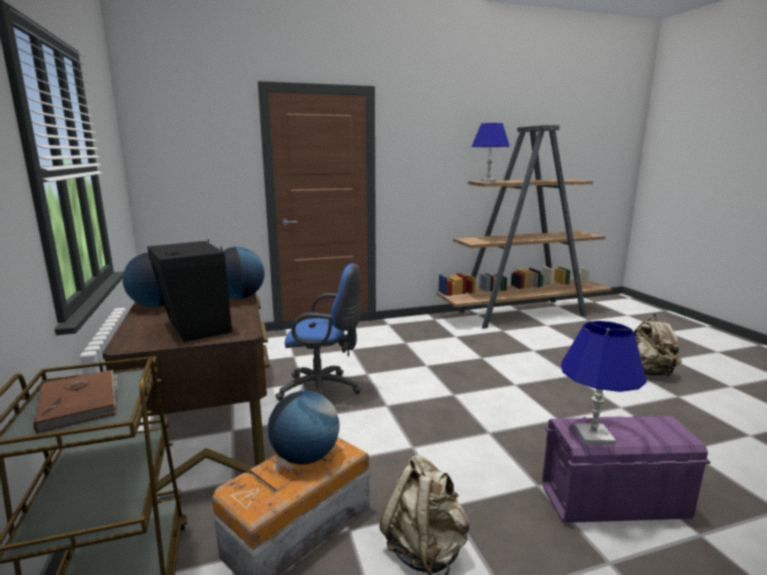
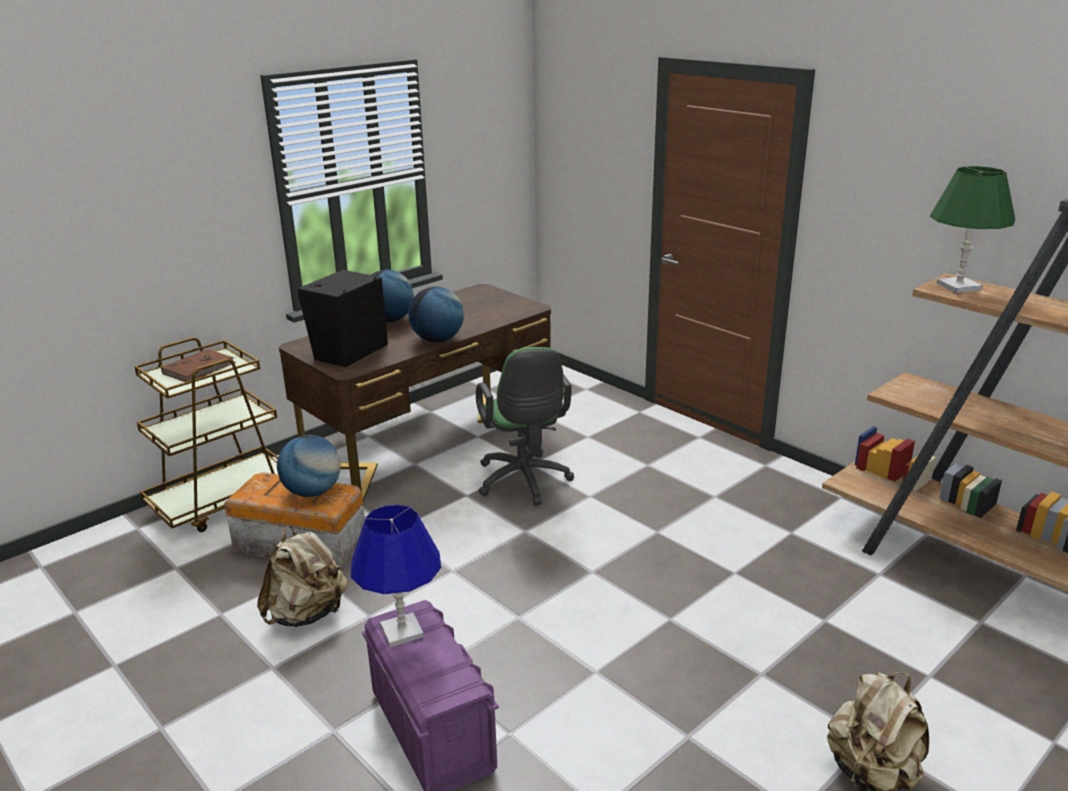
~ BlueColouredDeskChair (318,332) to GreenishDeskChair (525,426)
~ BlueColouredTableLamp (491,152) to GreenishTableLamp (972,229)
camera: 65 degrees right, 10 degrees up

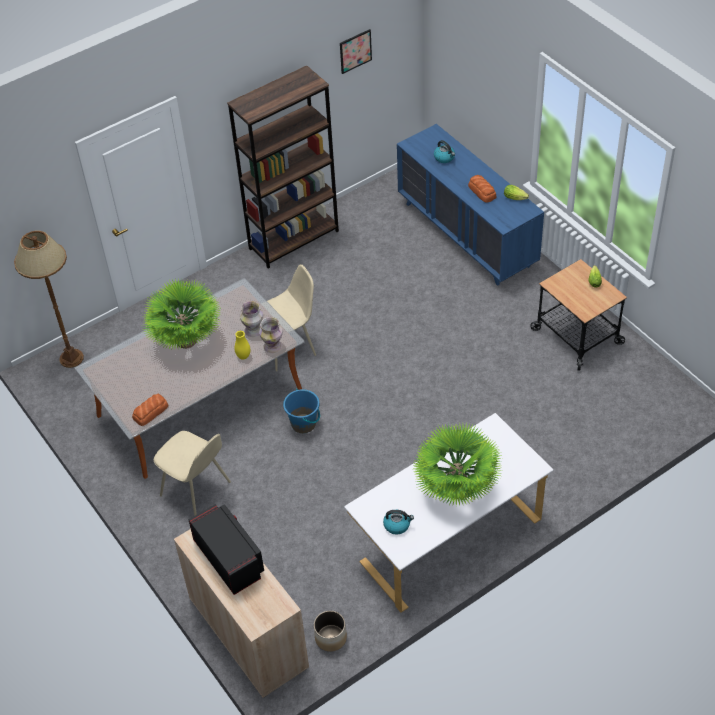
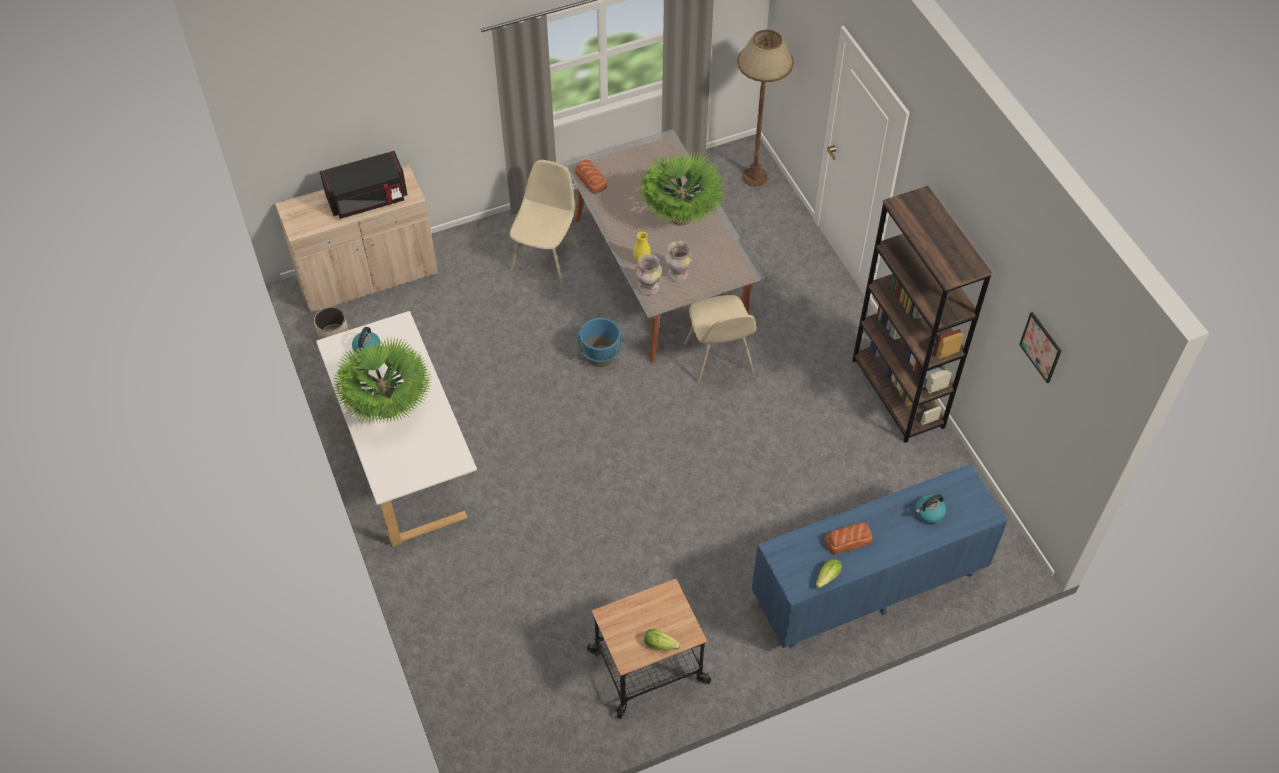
~ BeigeUprightChair (192,473) = (544,222) 150 degrees clockwise
camera: 100 degrees right, 5 degrees up

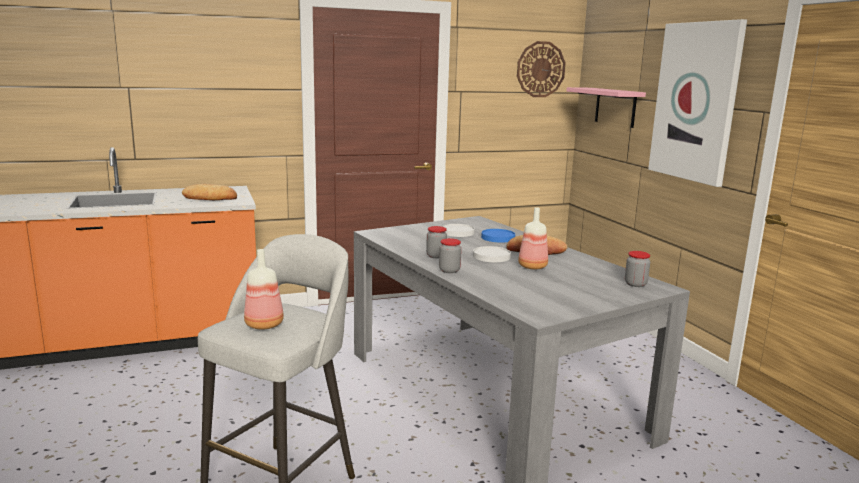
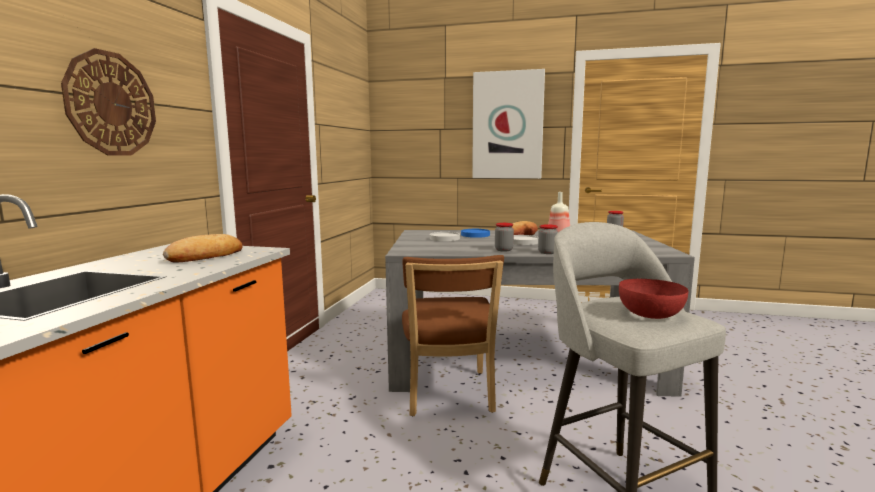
~ DrinkBottle (264,289) to RedColouredBowl (653,299)
~ HangingClock (541,69) to (108,101)
- PinkShelf (606,107)
+ BrownishUprightChair (453,335)
camera: 55 degrees left, 5 degrees down

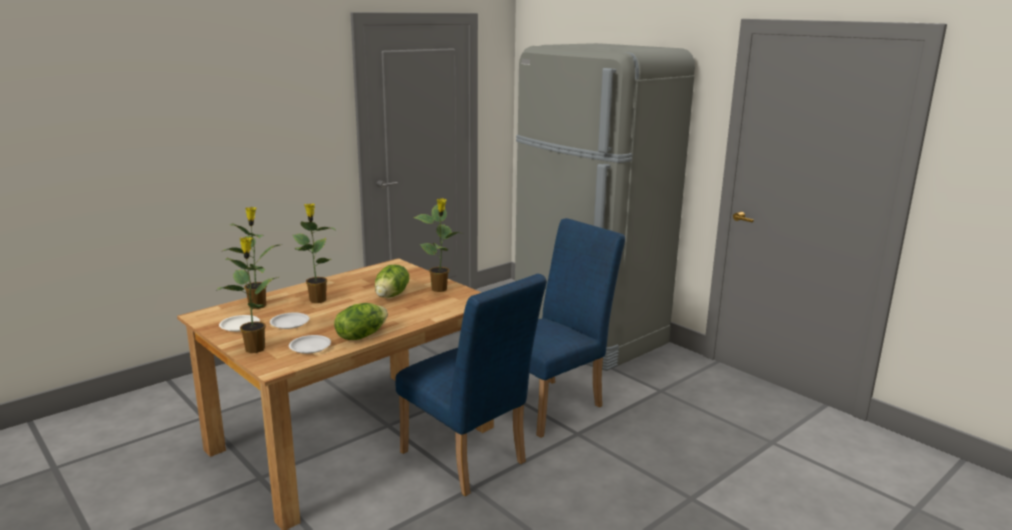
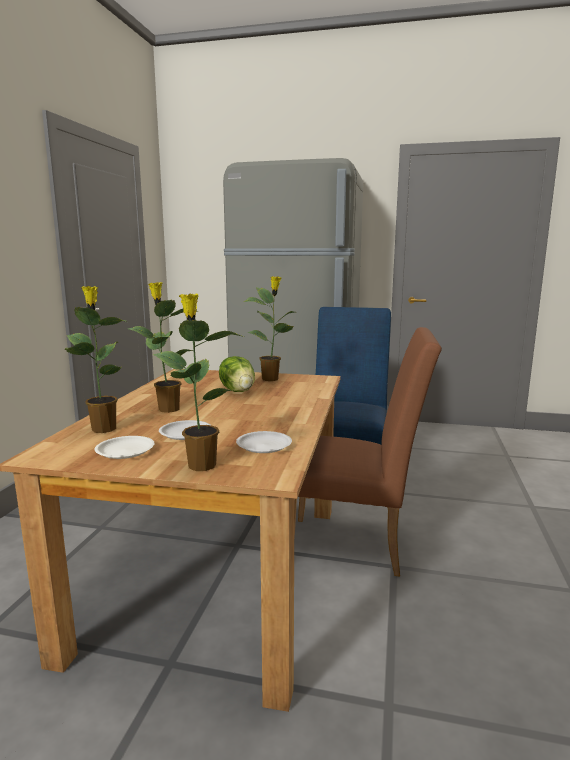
- LettuceHead (361,321)
~ BlueColouredUprightChair (471,385) to BrownishUprightChair (368,452)
camera: 35 degrees left, 5 degrees down

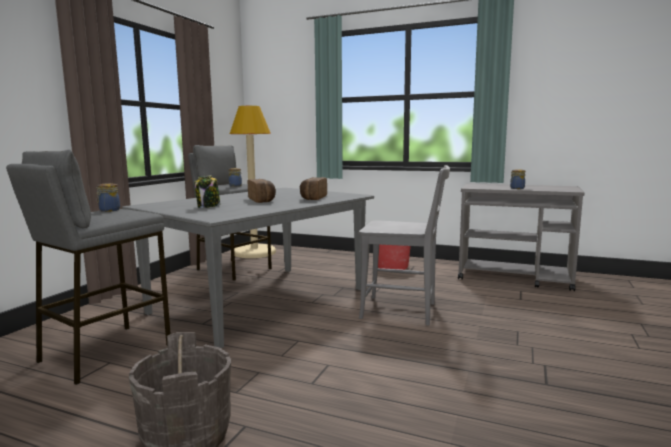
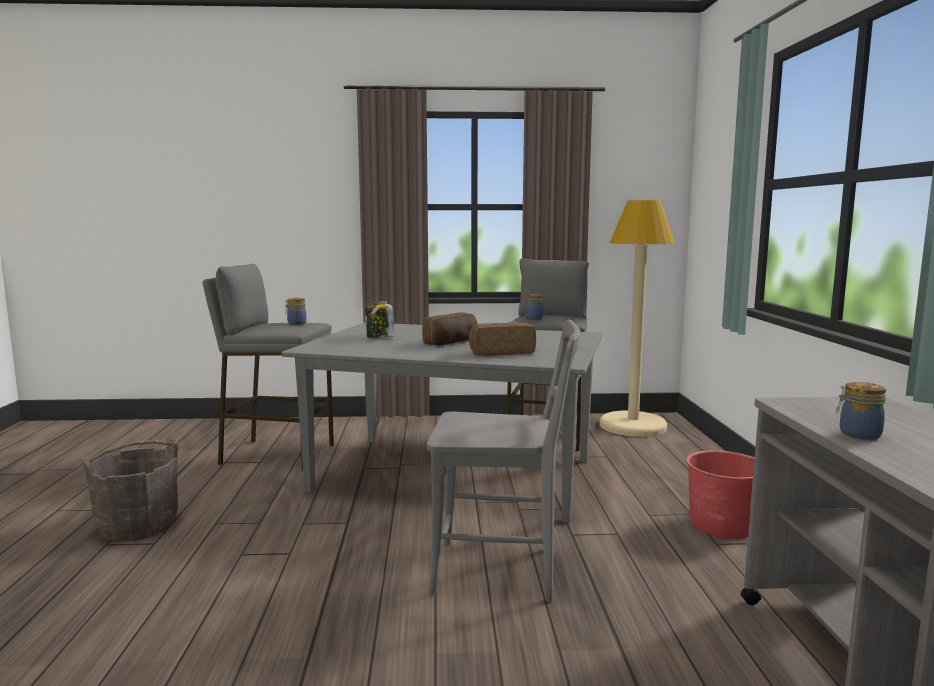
~ GrayUprightChair (404,245) = (503,461) 75 degrees counterclockwise
camera: 65 degrees right, 0 degrees up

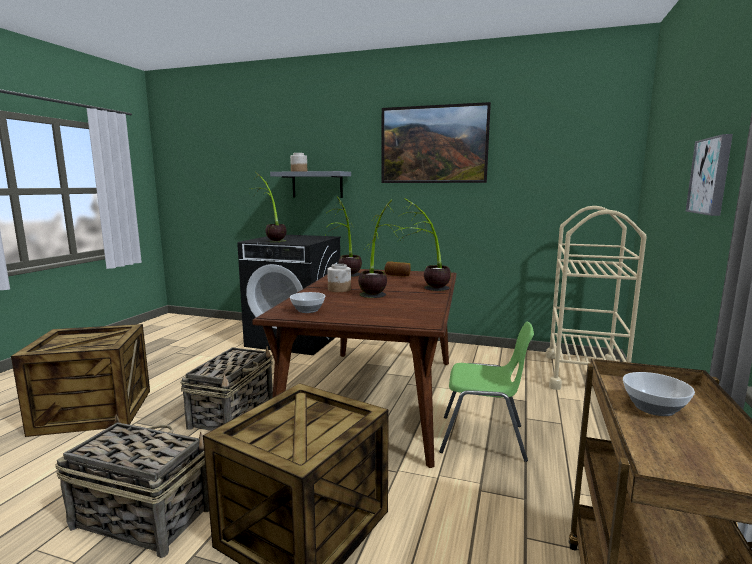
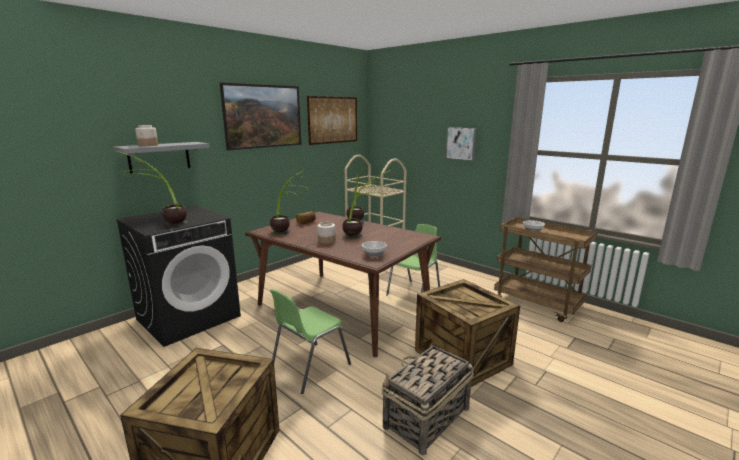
~ StorageBasket (226,388) to GreenishUprightChair (310,341)
+ WallPicture (332,120)
camera: 65 degrees left, 5 degrees up

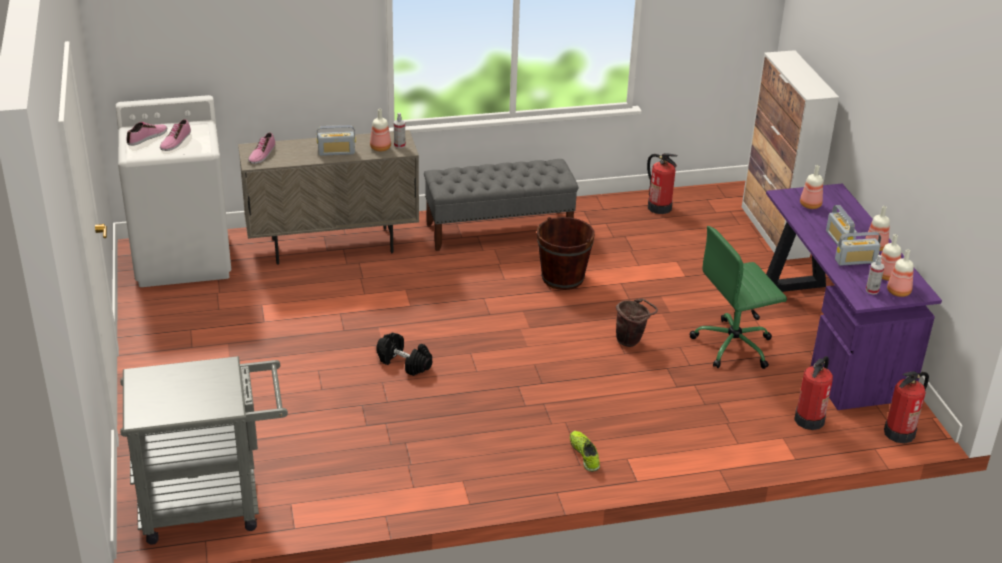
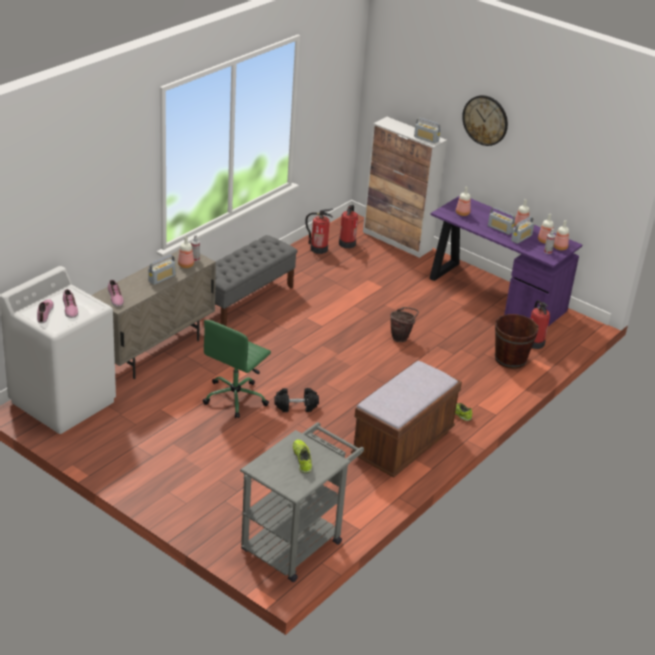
~ BrownishWaterBucket (566,253) to (517,341)
~ GreenishDeskChair (738,297) to (236,369)
~ FireExtinguisher (906,407) to (348,226)
+ Shoe (302,456)
+ BrownishBench (406,419)
+ RadioSet (427,131)
+ HangingClock (485,120)
camera: 40 degrees left, 0 degrees up

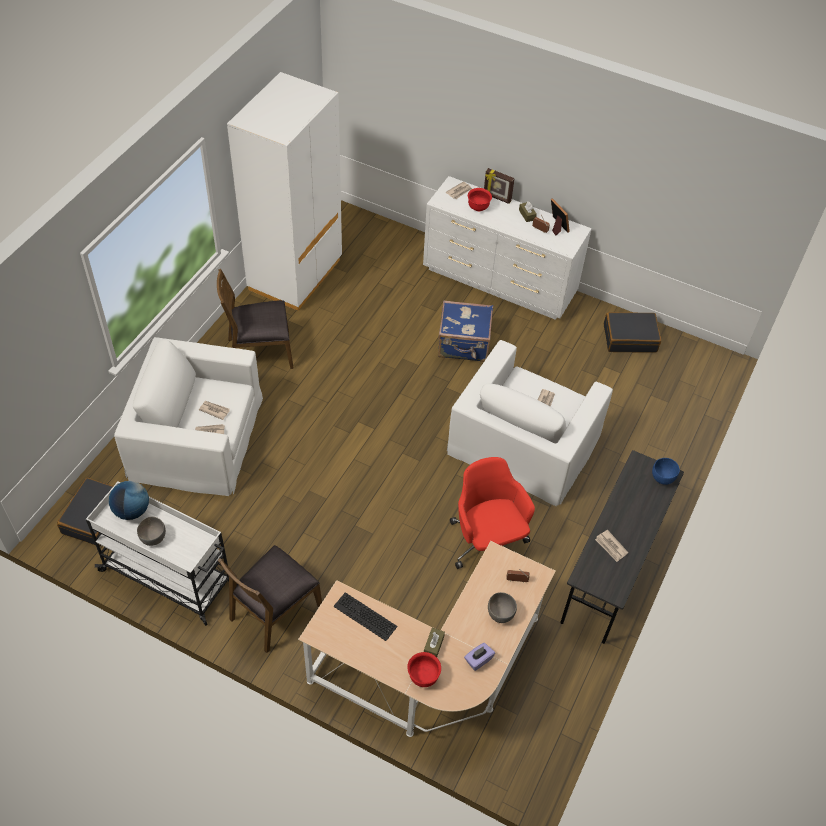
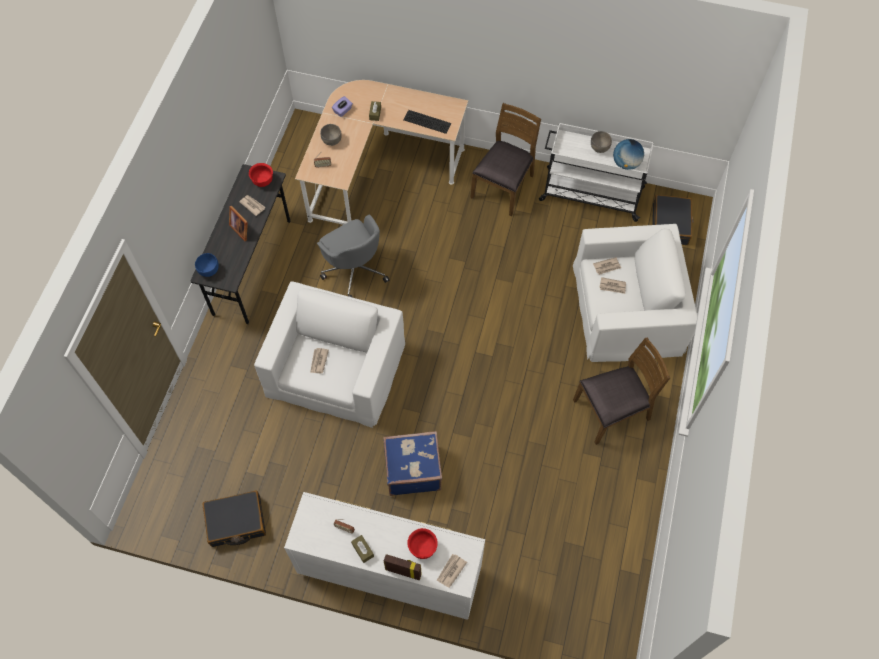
- WhiteClothesCupboard (284,191)
~ RedColouredBowl (424,669) to (261,175)
~ RedColouredDeskChair (492,513) to GrayDeskChair (353,256)
~ PictureFrame (560,217) to (238,223)
camera: 170 degrees right, 10 degrees up

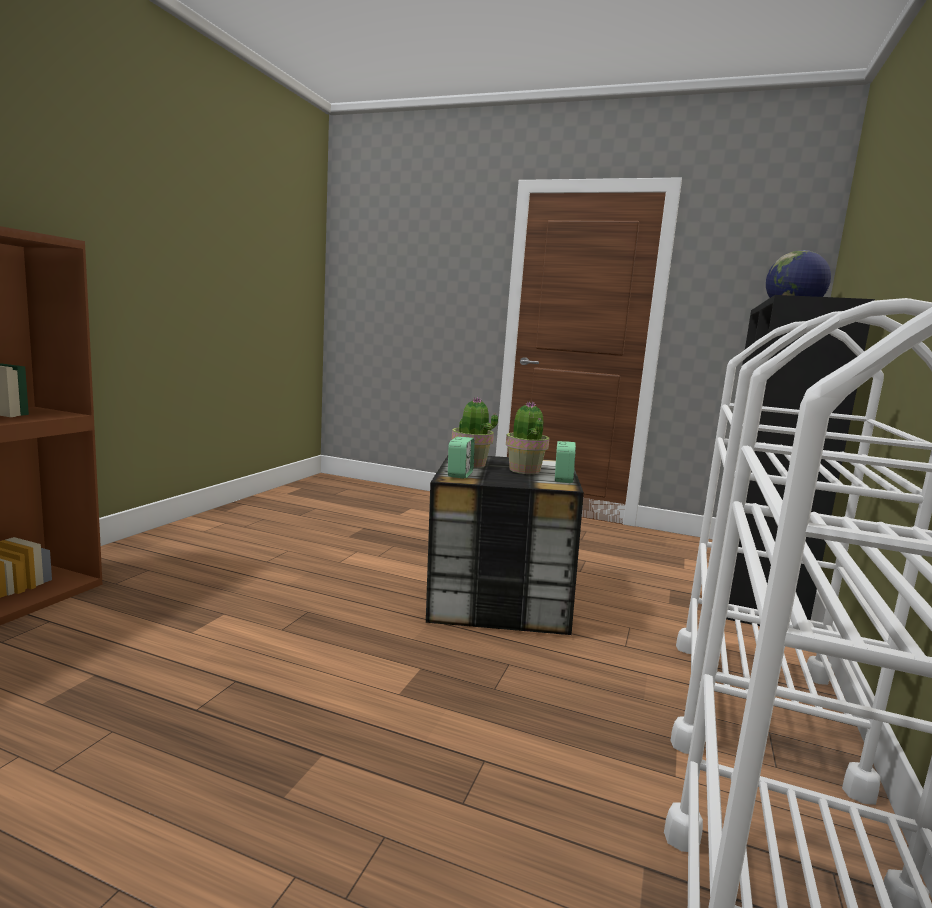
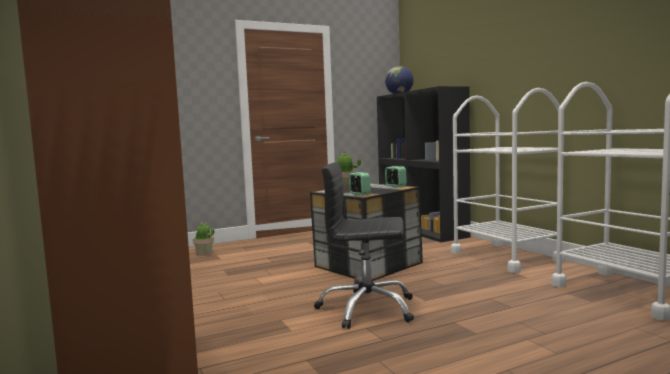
~ PottedPlant (528,437) to (204,238)
+ BlackishDeskChair (364,245)
camera: 45 degrees left, 5 degrees down

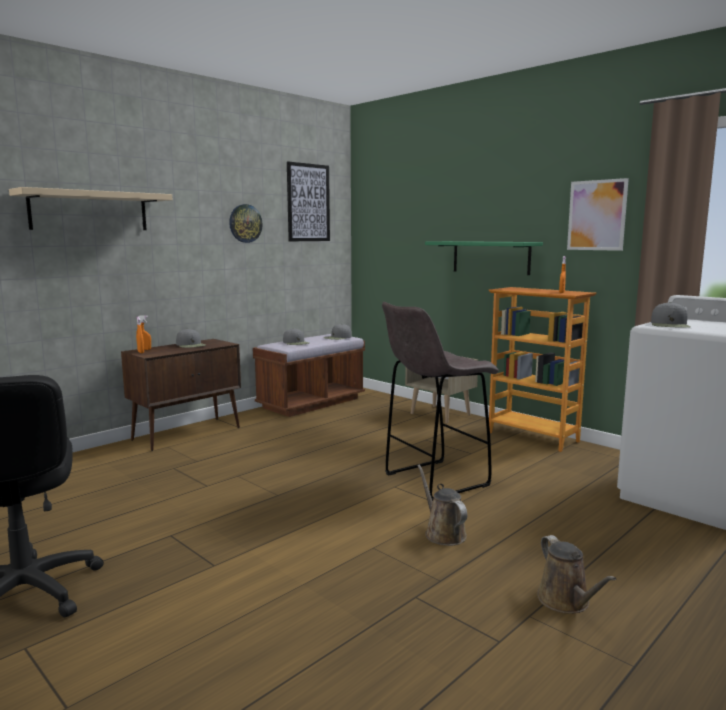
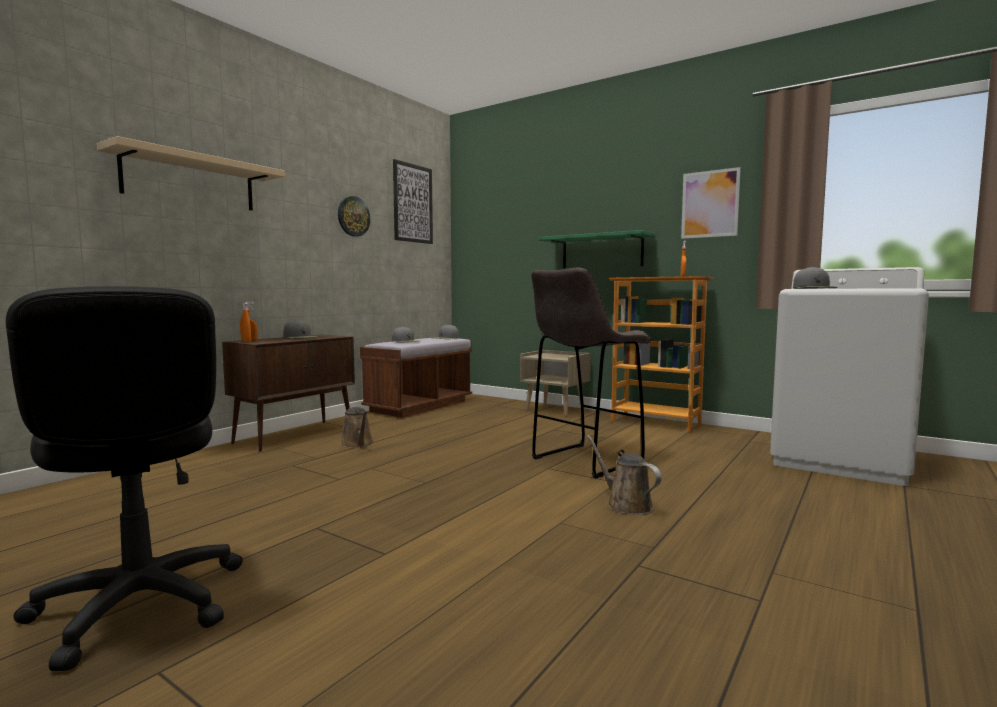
~ BrownishWateringCan (576,574) to (357,427)
camera: 10 degrees left, 5 degrees down

